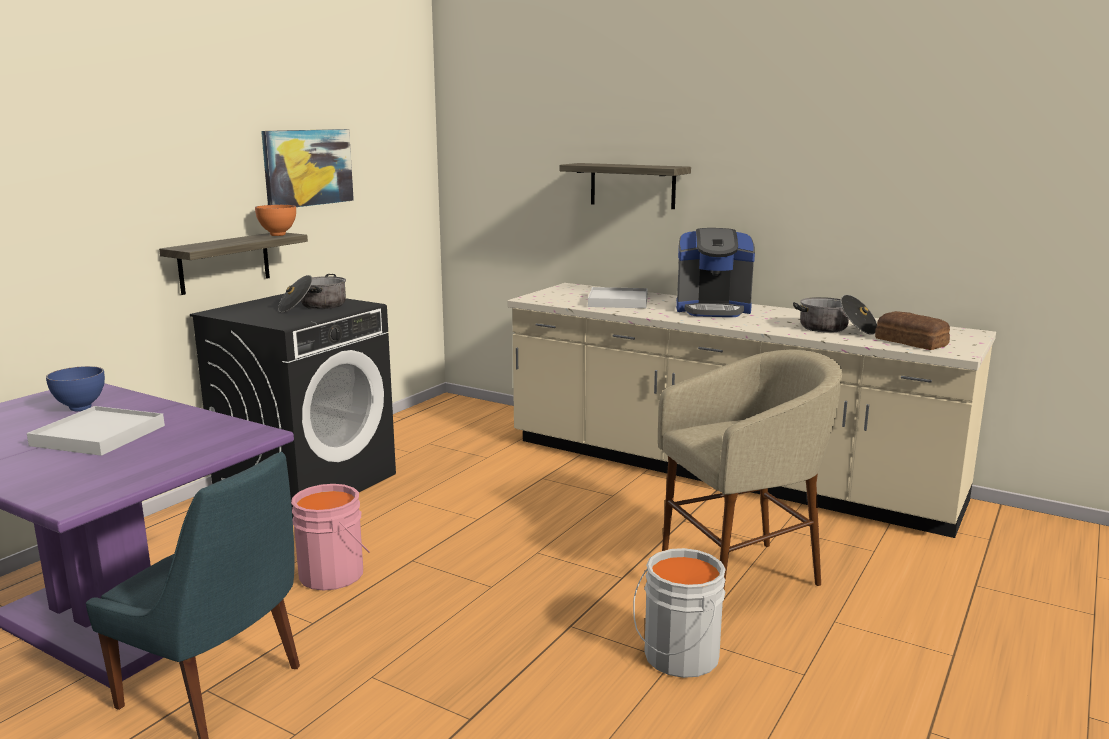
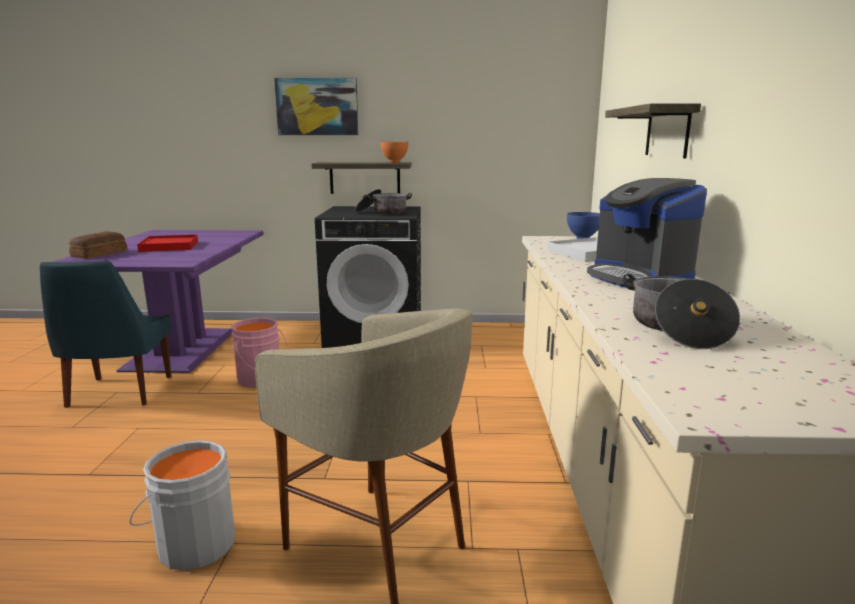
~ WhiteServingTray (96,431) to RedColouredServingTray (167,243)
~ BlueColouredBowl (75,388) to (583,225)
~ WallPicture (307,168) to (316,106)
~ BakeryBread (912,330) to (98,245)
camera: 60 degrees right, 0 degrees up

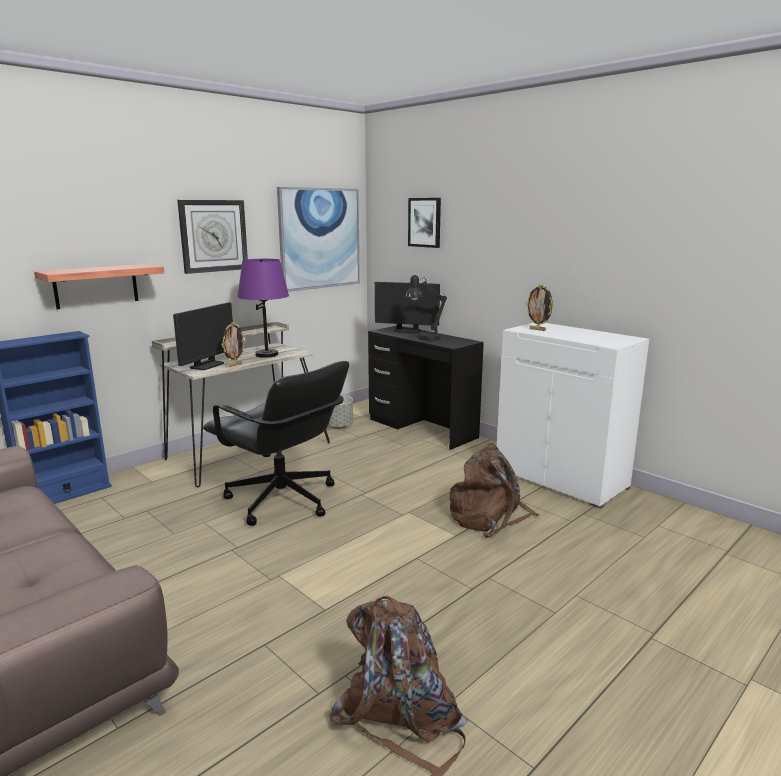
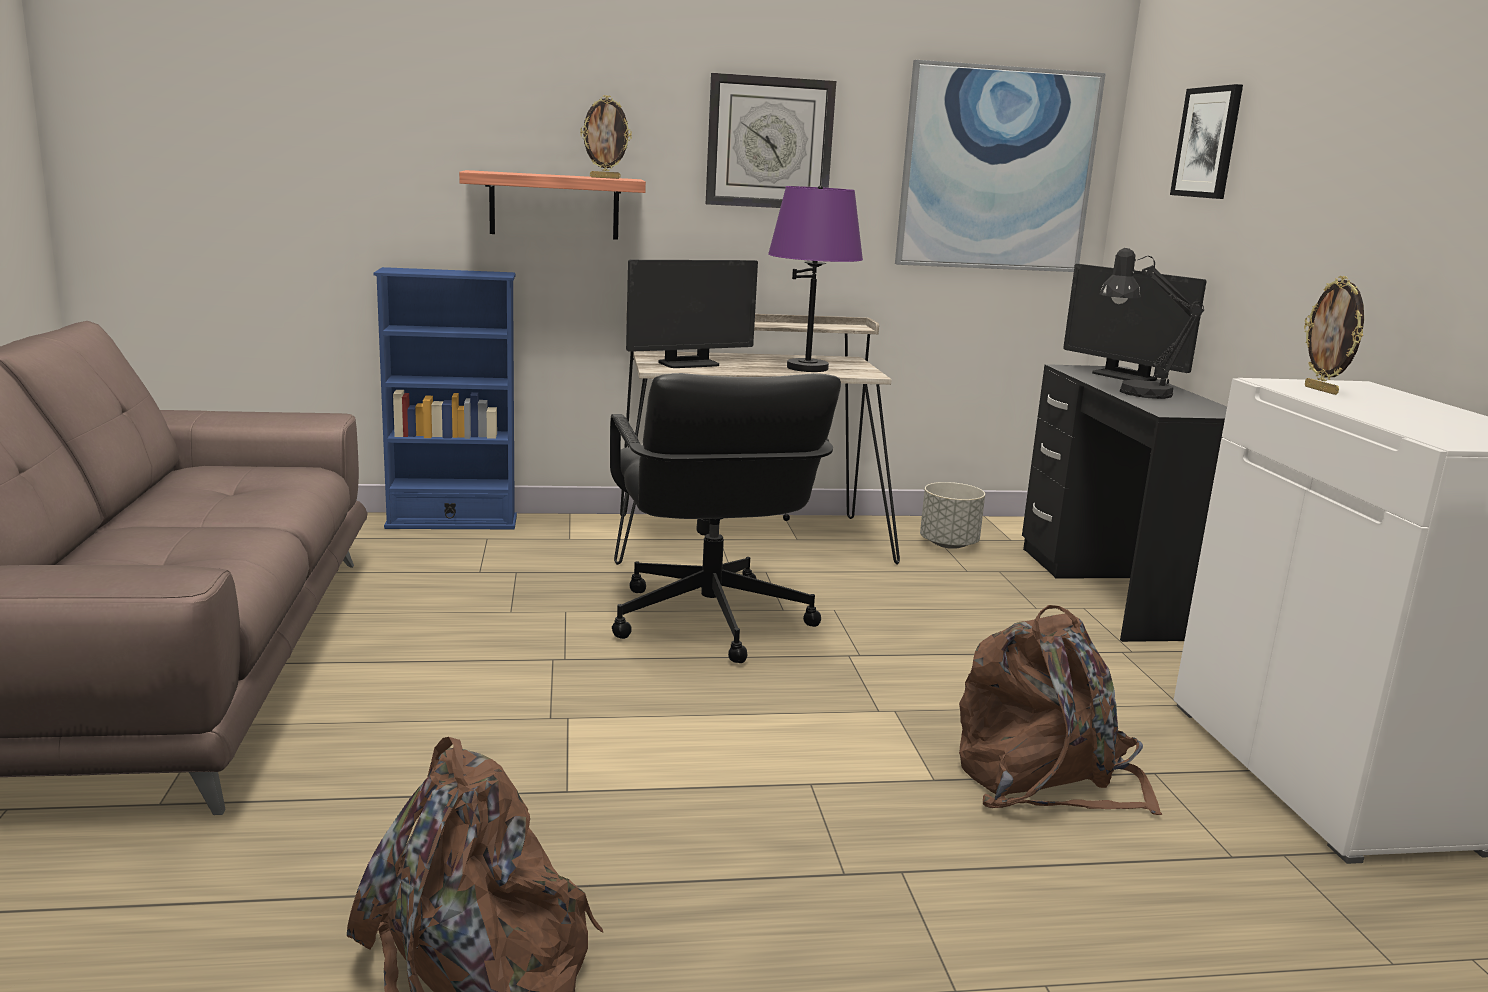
~ PictureFrame (234,344) to (606,137)
camera: 35 degrees right, 0 degrees up

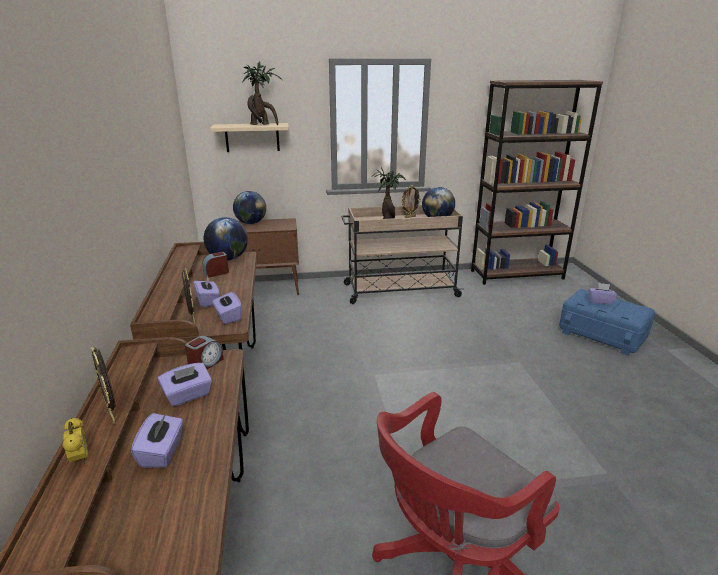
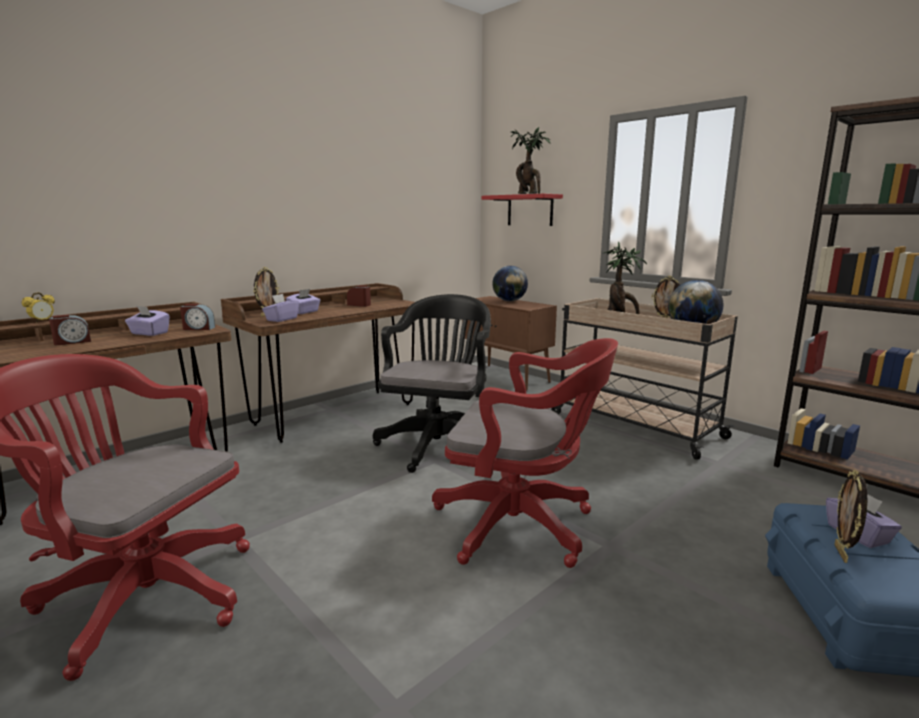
~ PictureFrame (103,385) to (850,516)
~ PurplishBoxOfTissues (157,440) to BedsideClock (70,329)
- Globe (226,239)
~ BeigeShelf (249,137) to RedColouredShelf (522,210)
+ BlackishDeskChair (432,383)
+ RedColouredDeskChair (525,453)
camera: 55 degrees right, 10 degrees down

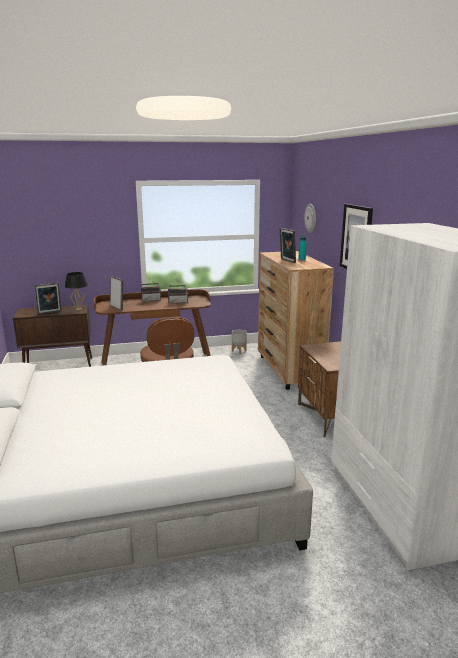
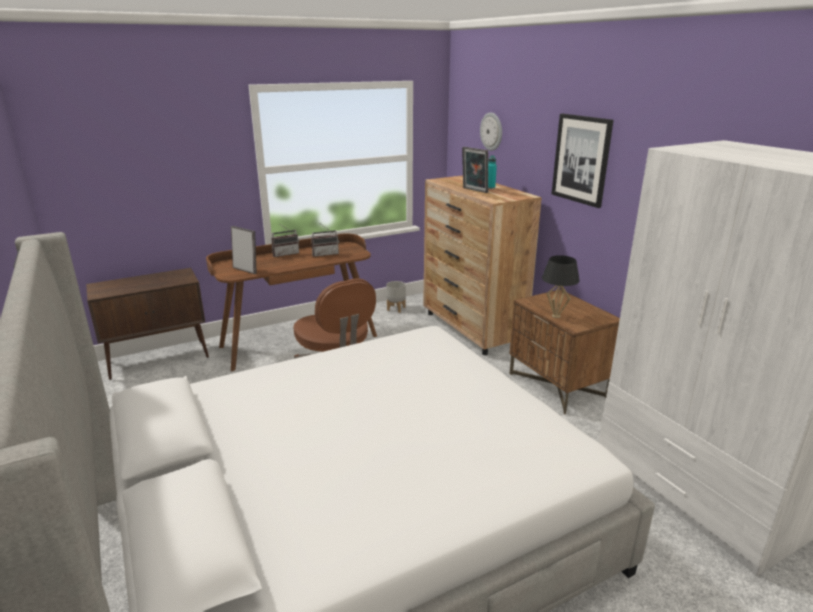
- PictureFrame (48,298)
~ BlackishTableLamp (76,291) to (561,286)
camera: 15 degrees left, 5 degrees up

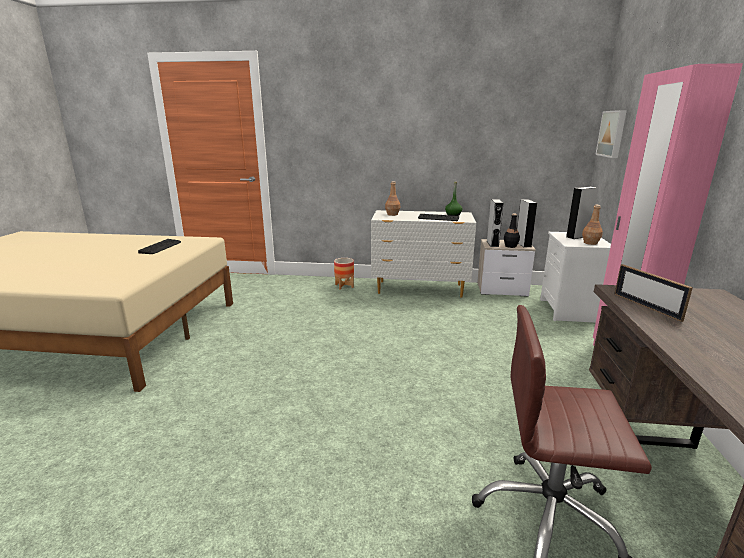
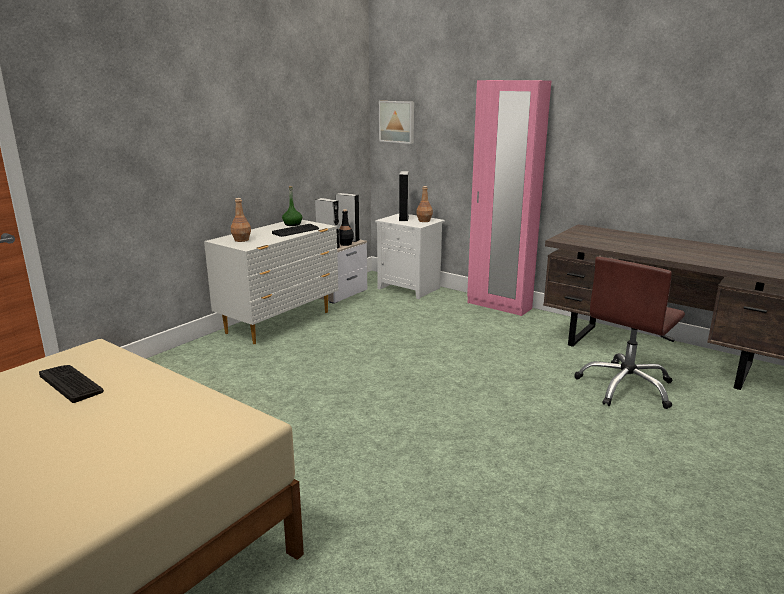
- FlowerPot (344,274)
- PictureFrame (654,293)
camera: 60 degrees left, 0 degrees up

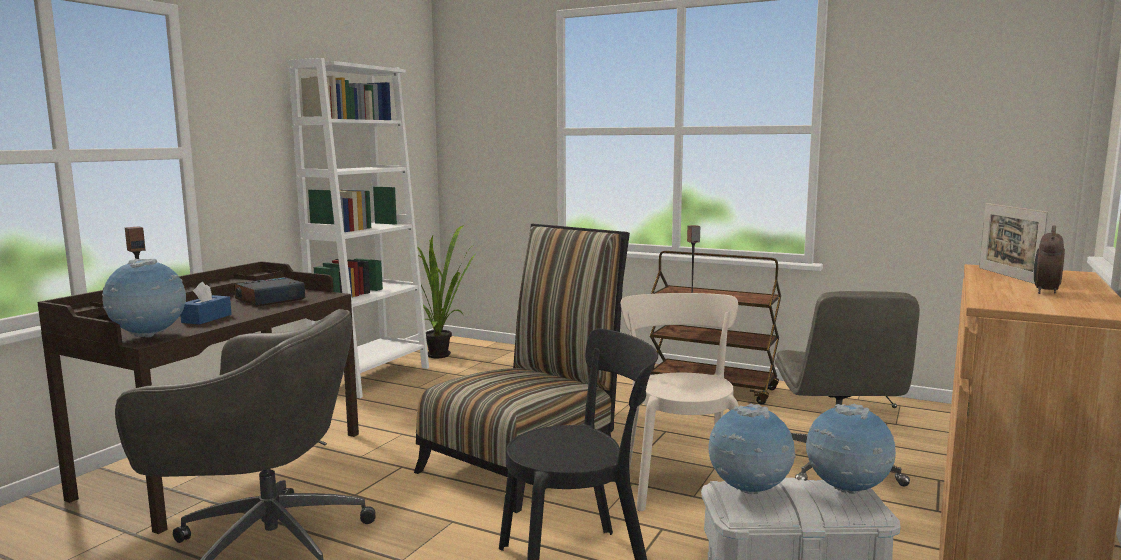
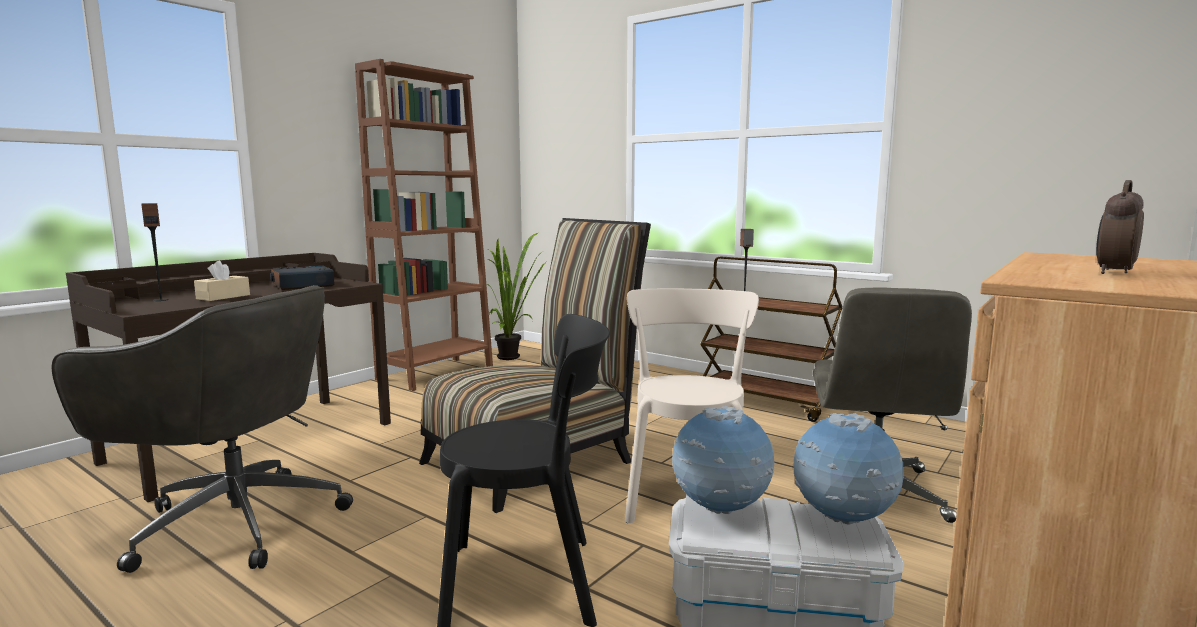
- Globe (144,298)
~ BlueColouredBoxOfTissues (206,303) to BeigeBoxOfTissues (222,281)
~ WhiteBookshelf (358,228) to BrownishBookshelf (424,225)
- PictureFrame (1014,243)
camera: 10 degrees right, 0 degrees up

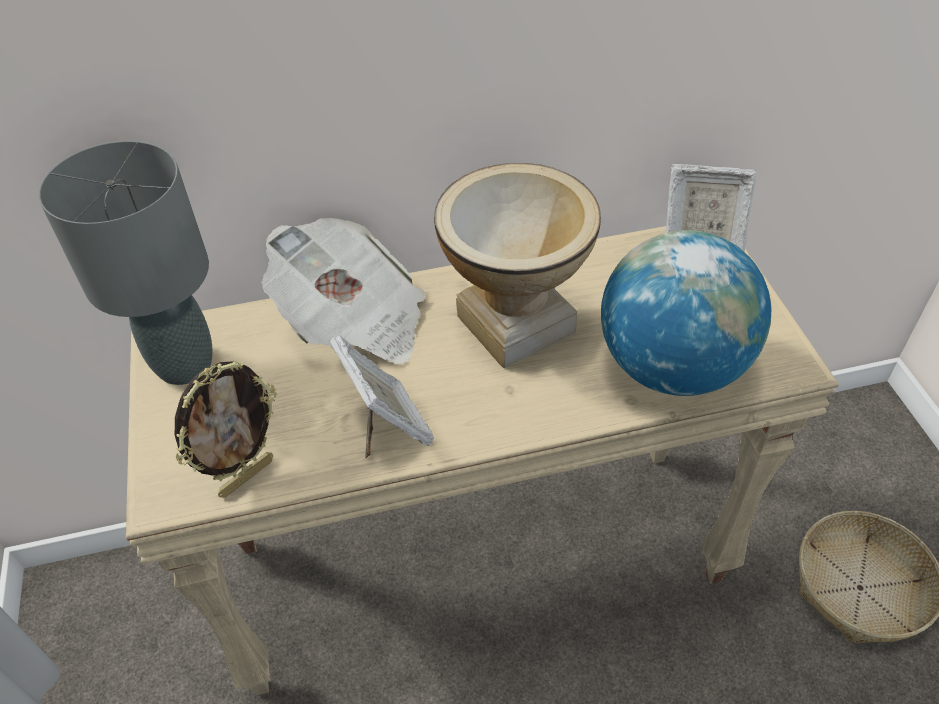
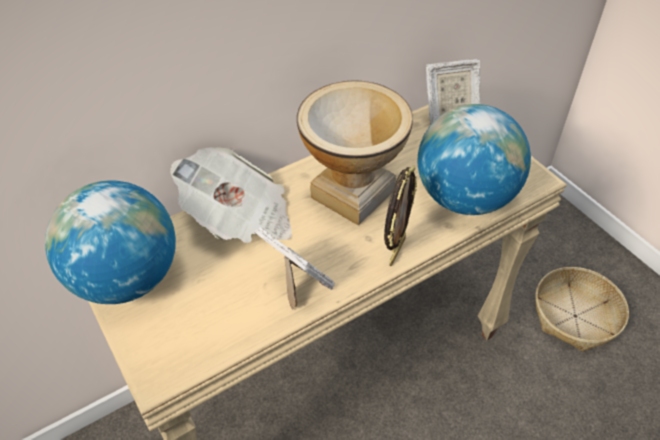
~ GrayTableLamp (125,263) to Globe (110,242)
~ PictureFrame (226,429) to (400,215)
camera: 20 degrees left, 0 degrees up

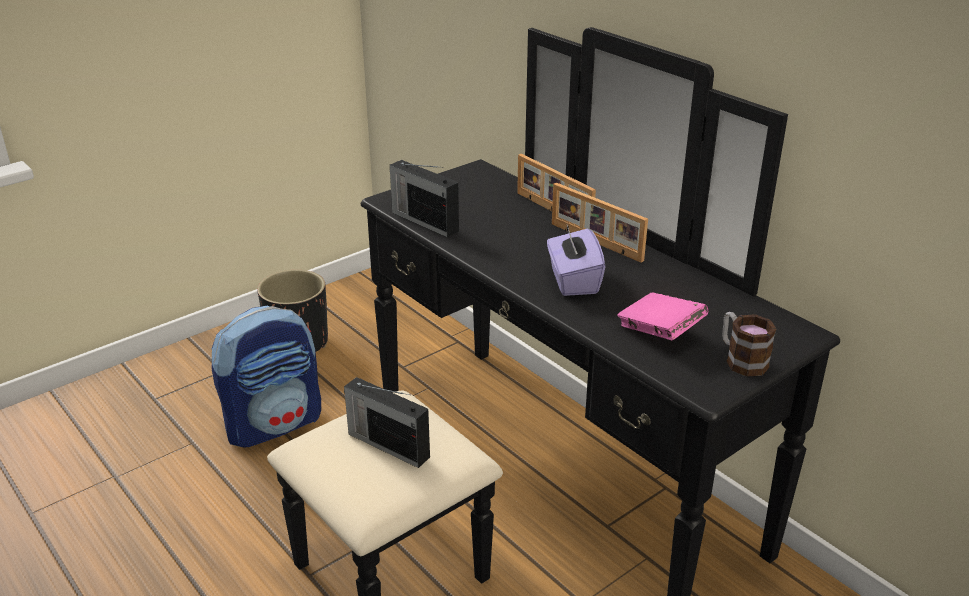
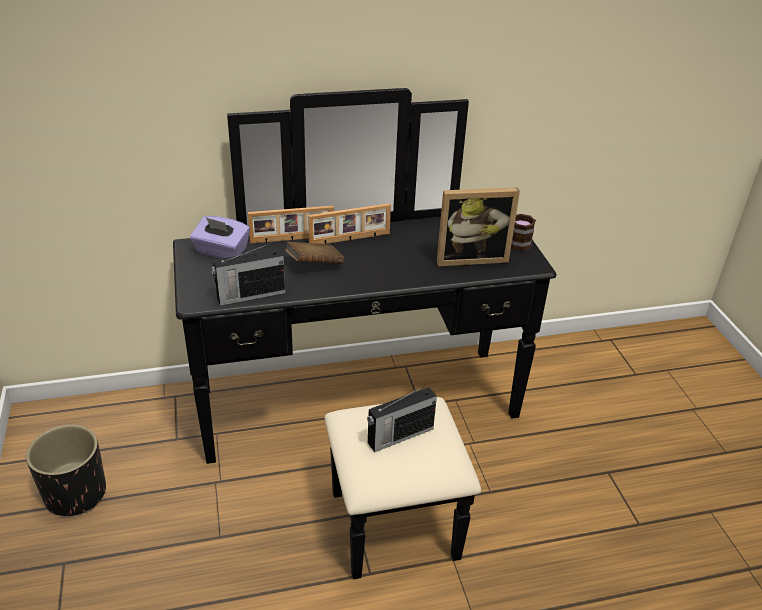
- Backpack (266,377)
~ PurplishBoxOfTissues (576,260) to (220,237)
~ PinkBoundBook (662,316) to PictureFrame (478,226)
+ BrownishBoundBook (314,252)
camera: 65 degrees left, 5 degrees up

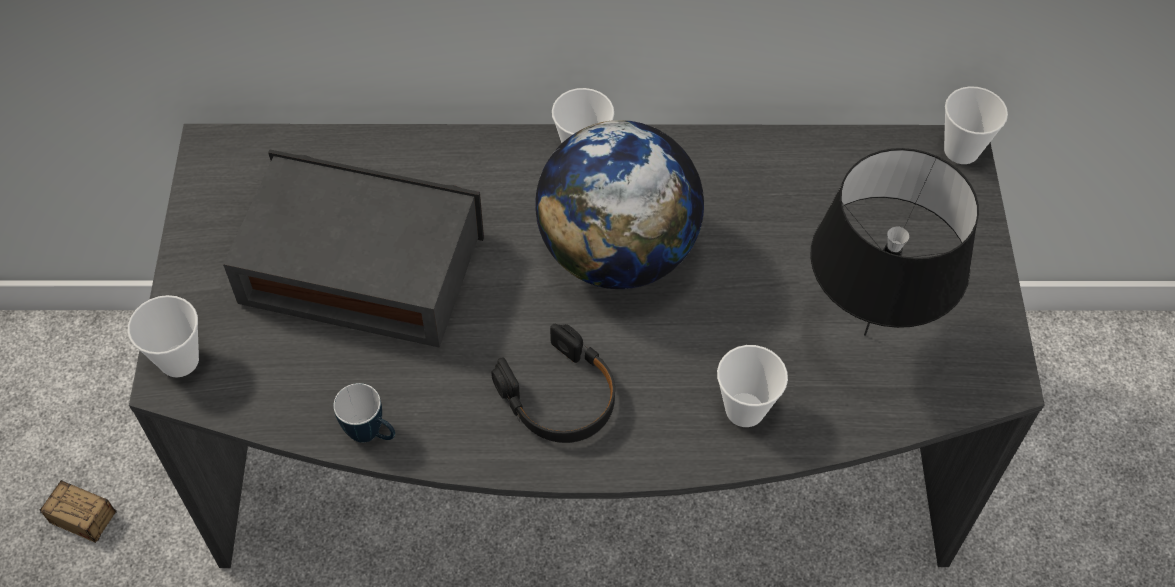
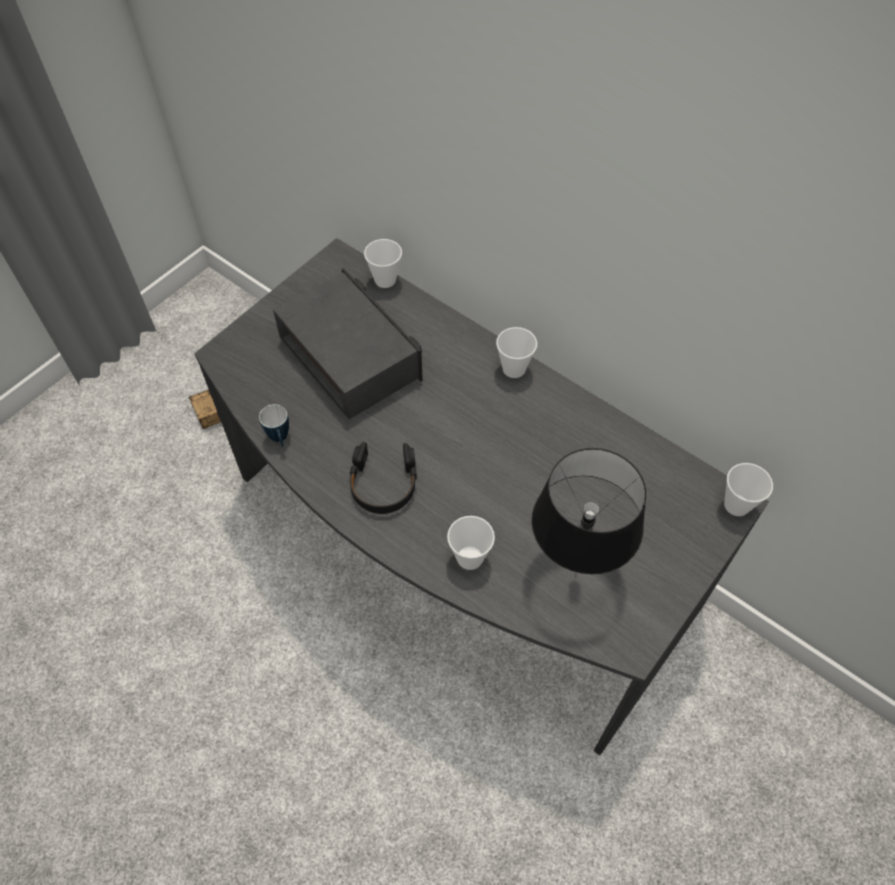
~ DrinkingCup (163,336) to (383,263)
- Globe (619,204)
camera: 40 degrees right, 0 degrees up

